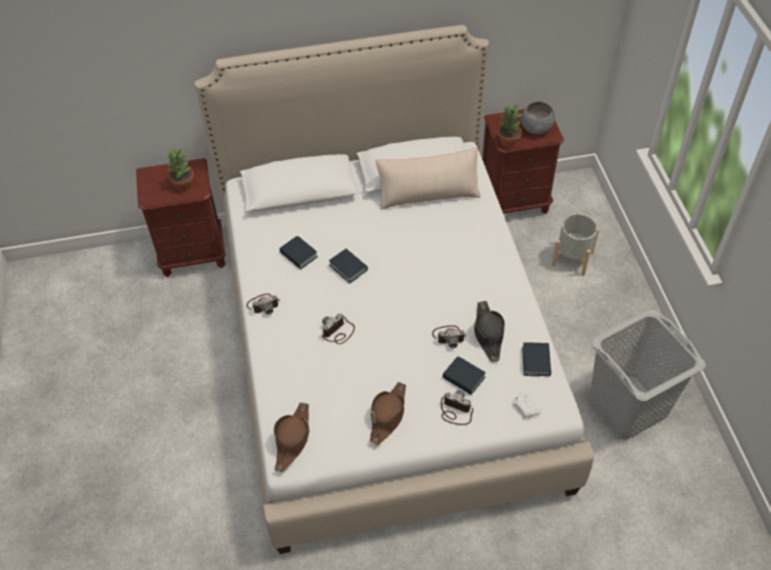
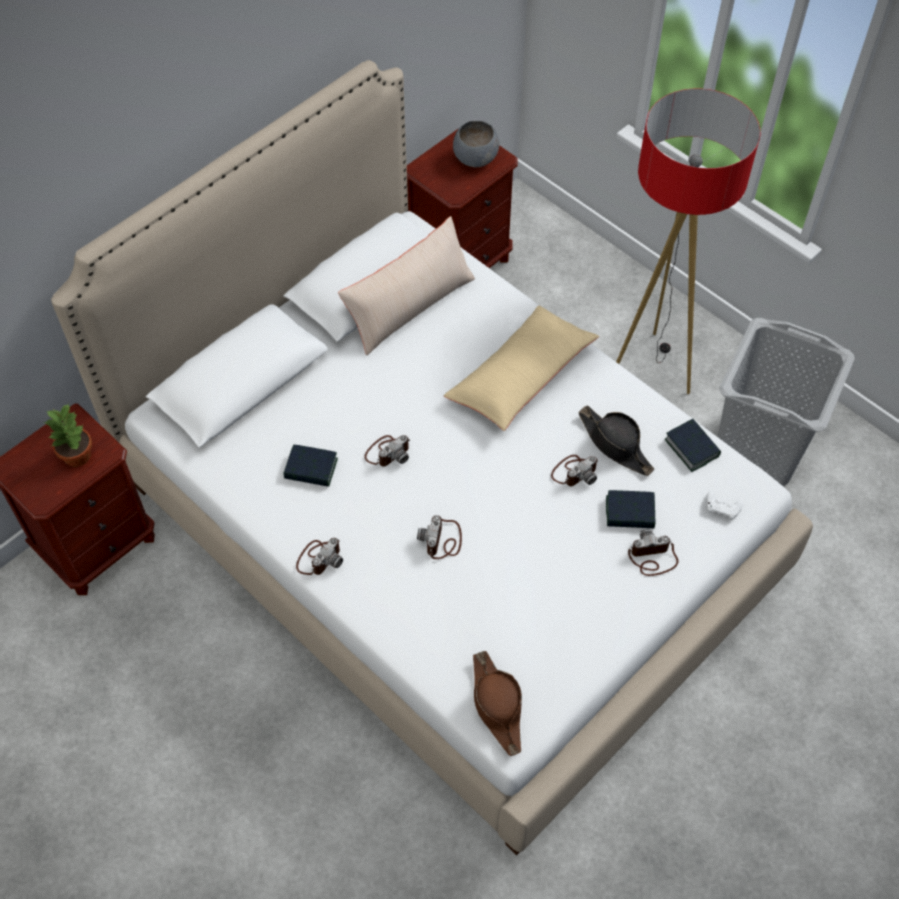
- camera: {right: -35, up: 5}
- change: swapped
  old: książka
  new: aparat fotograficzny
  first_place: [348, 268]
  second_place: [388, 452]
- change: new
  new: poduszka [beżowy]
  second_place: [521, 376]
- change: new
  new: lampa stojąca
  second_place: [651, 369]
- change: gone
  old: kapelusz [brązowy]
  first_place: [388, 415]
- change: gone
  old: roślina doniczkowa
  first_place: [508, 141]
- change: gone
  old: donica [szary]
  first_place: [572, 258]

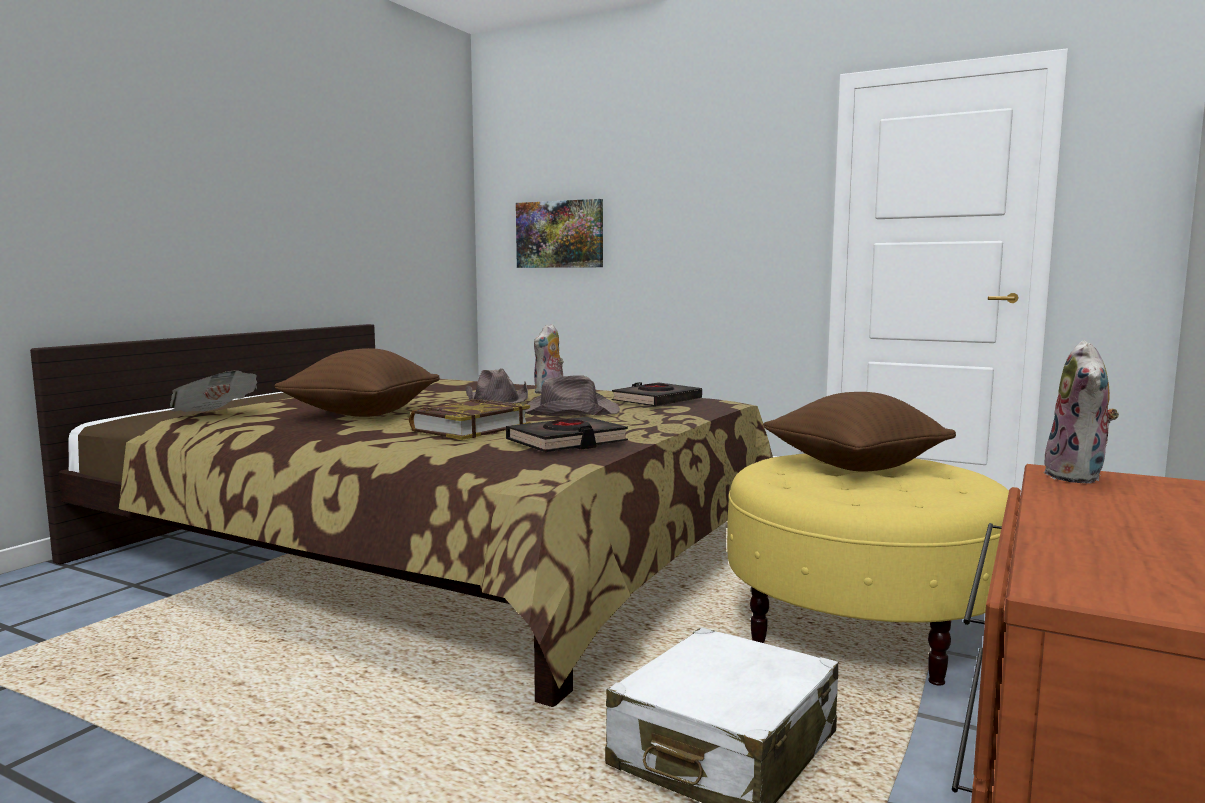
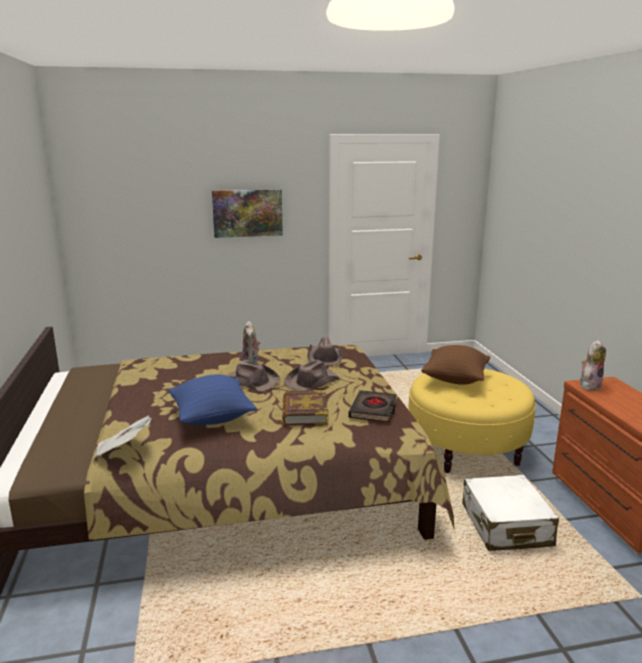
- camera: {right: -40, up: 10}
- change: repainted
  old: poduszka [brązowy]
  new: poduszka [niebieski]
  first_place: [362, 414]
  second_place: [212, 418]
- change: shifted
  old: obraz
  first_place: [560, 234]
  second_place: [247, 213]
- change: swapped
  old: książka [czarny]
  new: kapelusz [brązowy]
  first_place: [656, 401]
  second_place: [324, 357]
- change: rotated
  old: pluszak
  first_place: [1078, 477]
  second_place: [589, 385]
  degrees: -105

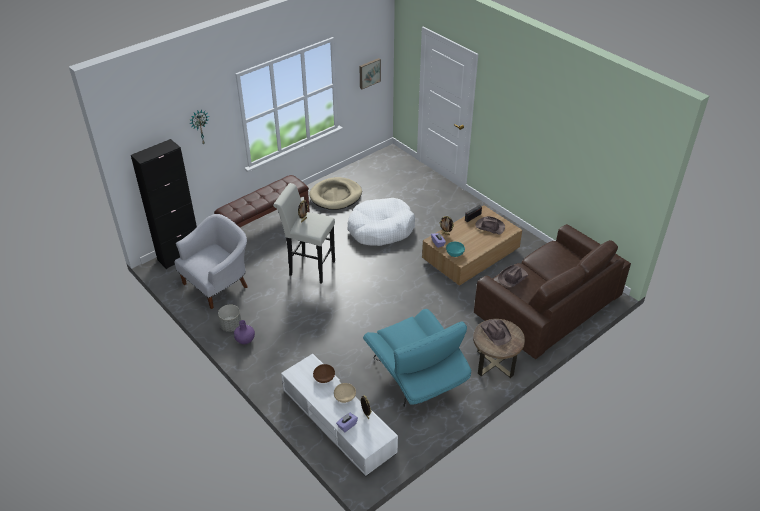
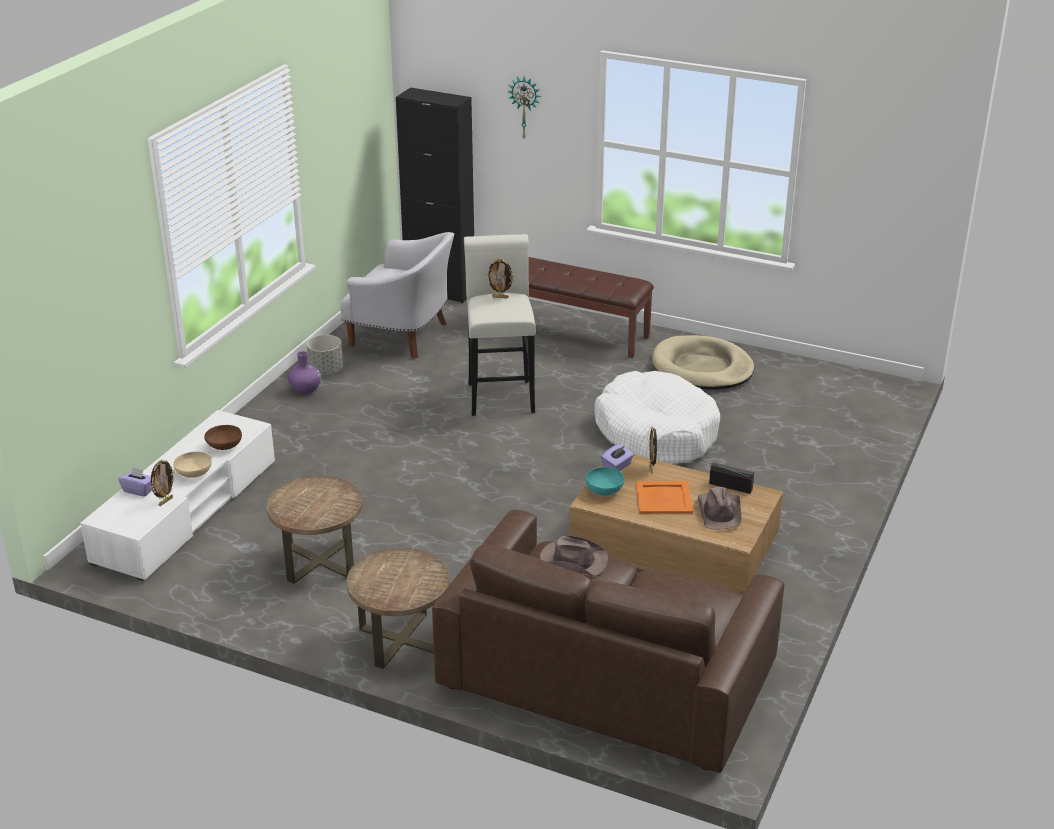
- camera: {right: 65, up: -10}
- change: swapped
  old: fotel [turkusowy]
  new: stolik [brązowy]
  first_place: [417, 376]
  second_place: [319, 561]
- change: new
  new: taca [pomarańczowy]
  second_place: [664, 497]
- change: gone
  old: obraz
  first_place: [369, 73]
- change: gone
  old: kapelusz [brązowy]
  first_place: [495, 332]

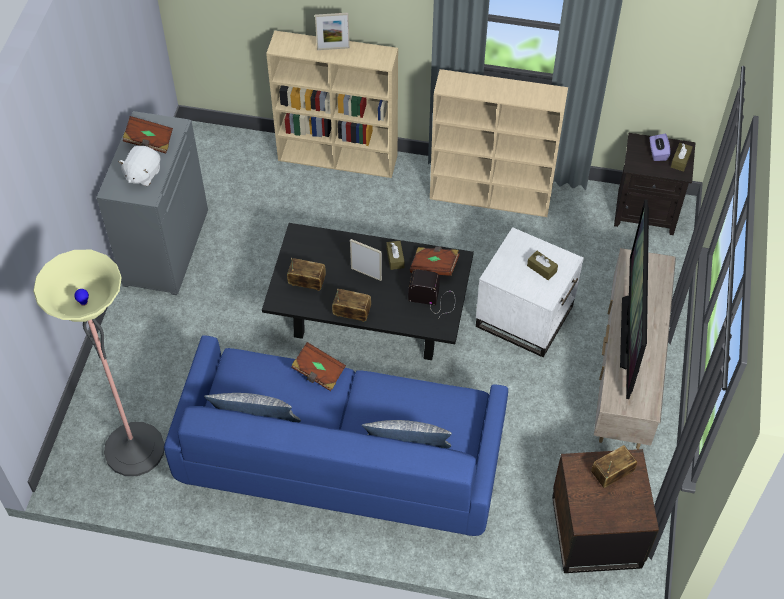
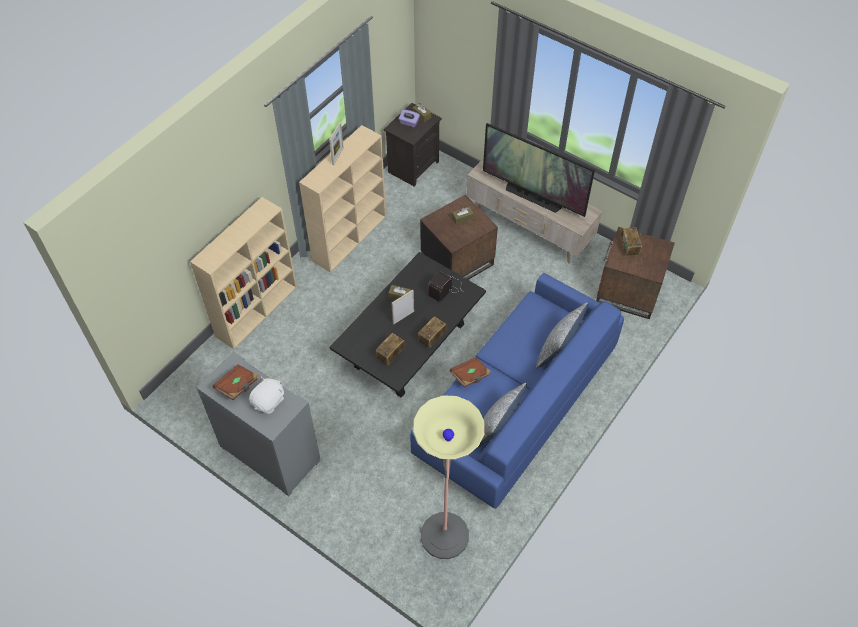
- camera: {right: -65, up: 0}
- change: rotated
  old: pluszak [biały]
  first_place: [142, 174]
  second_place: [269, 401]
  degrees: -105
- change: shifted
  old: ramka na zdjęcie
  first_place: [333, 48]
  second_place: [337, 156]
- change: repainted
  old: stolik [biały]
  new: stolik [brązowy]
  first_place: [525, 315]
  second_place: [457, 260]
- change: gone
  old: książka [brązowy]
  first_place: [434, 266]

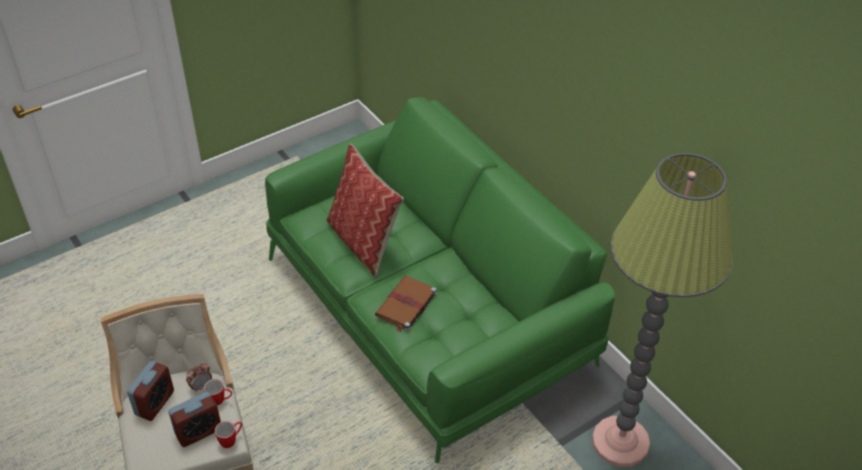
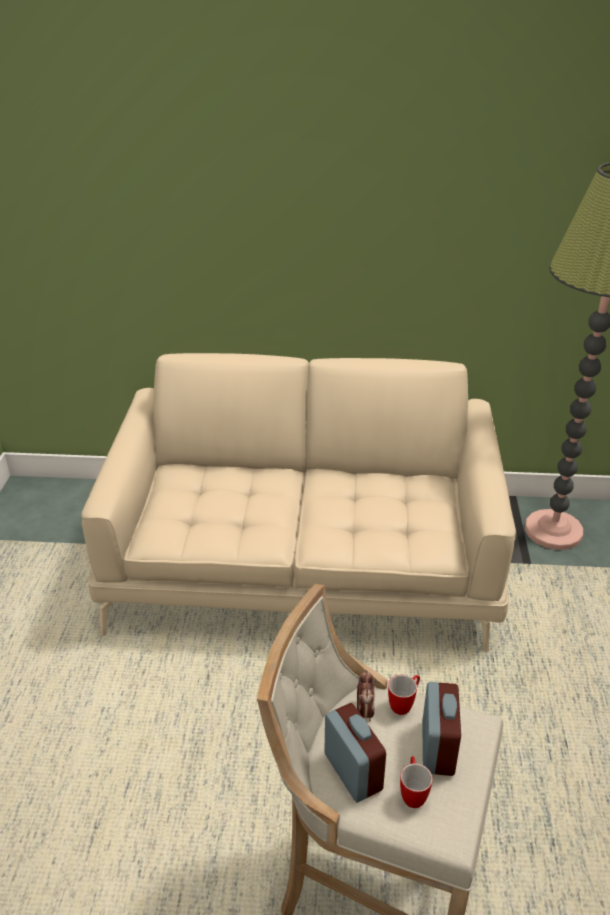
- camera: {right: -50, up: -10}
- change: repainted
  old: kanapa [zielony]
  new: kanapa [beżowy]
  first_place: [429, 312]
  second_place: [305, 561]
- change: shifted
  old: kubek
  first_place: [231, 440]
  second_place: [412, 793]
- change: gone
  old: poduszka
  first_place: [364, 242]
- change: gone
  old: książka [brązowy]
  first_place: [405, 305]

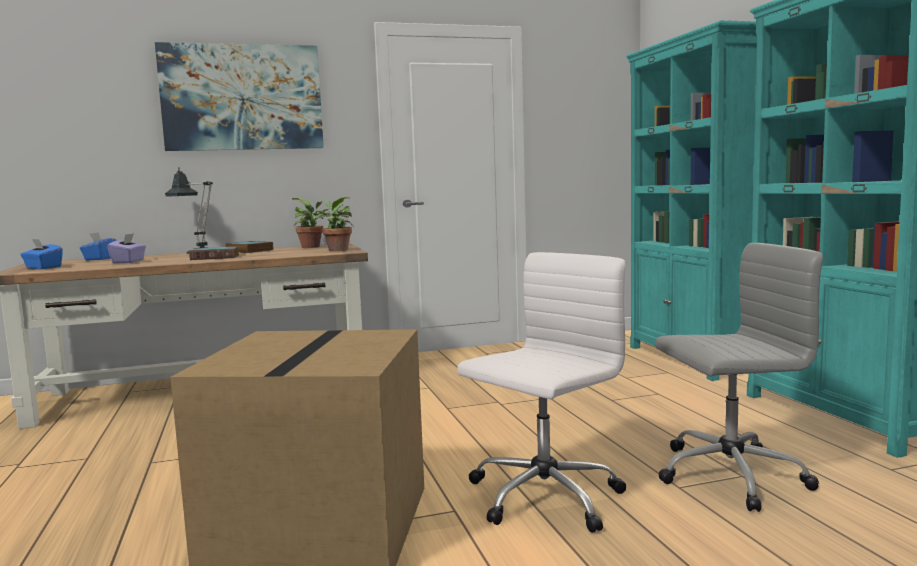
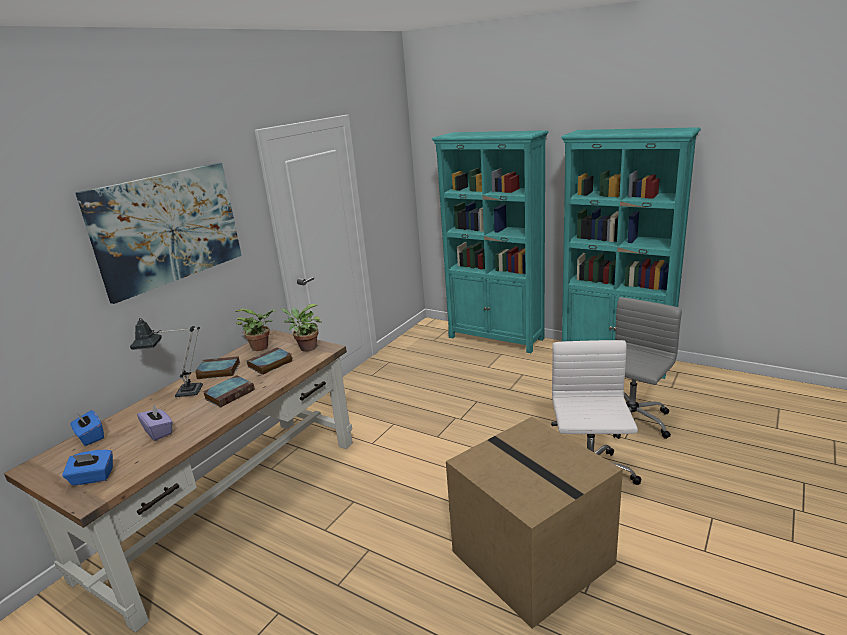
- camera: {right: -40, up: 15}
- change: new
  new: książka
  second_place: [270, 364]

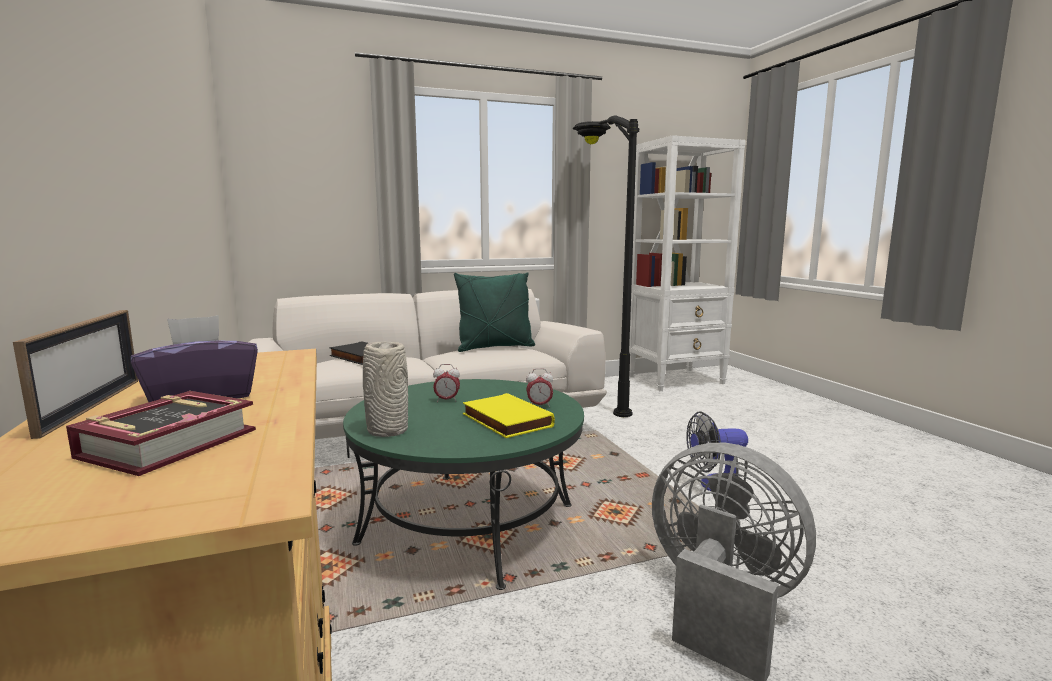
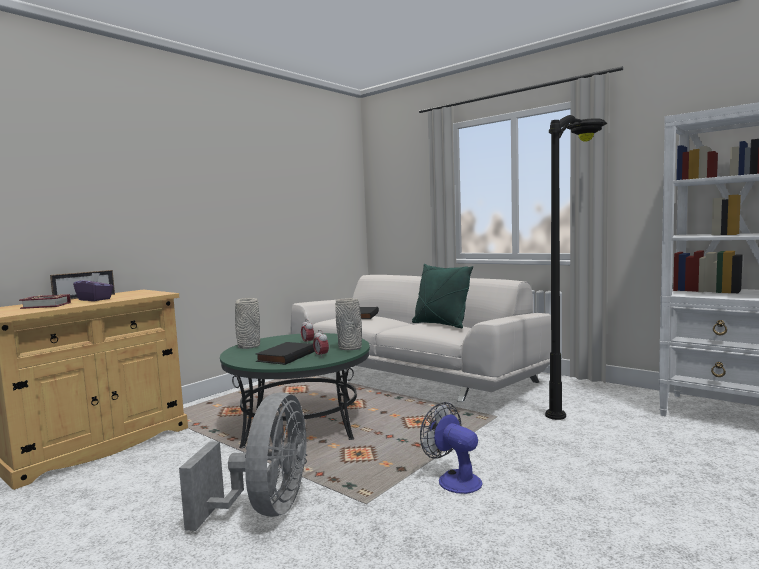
- camera: {right: 60, up: -5}
- change: repainted
  old: książka [żółty]
  new: książka [czarny]
  first_place: [504, 420]
  second_place: [285, 356]
- change: new
  new: wazon [szary]
  second_place: [351, 348]

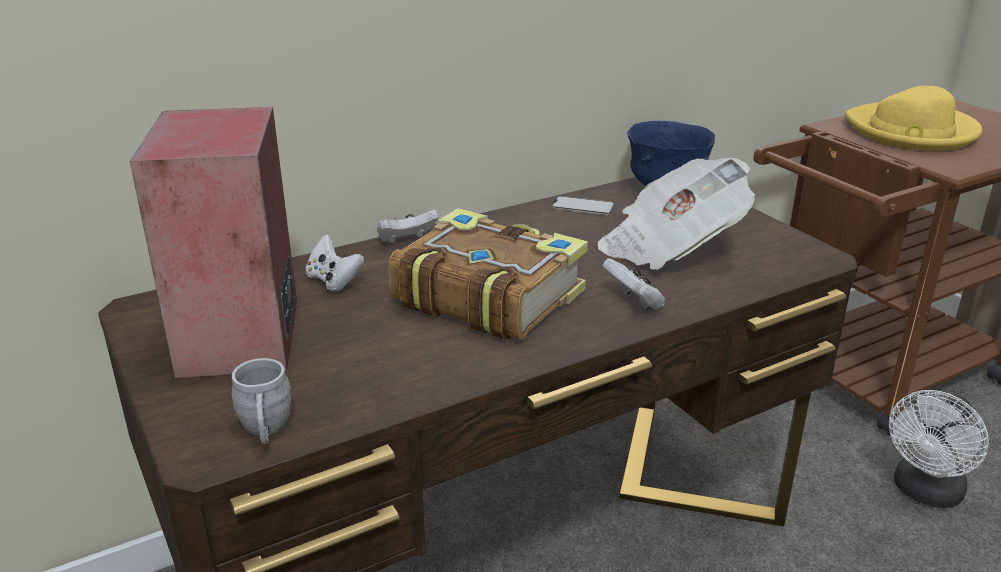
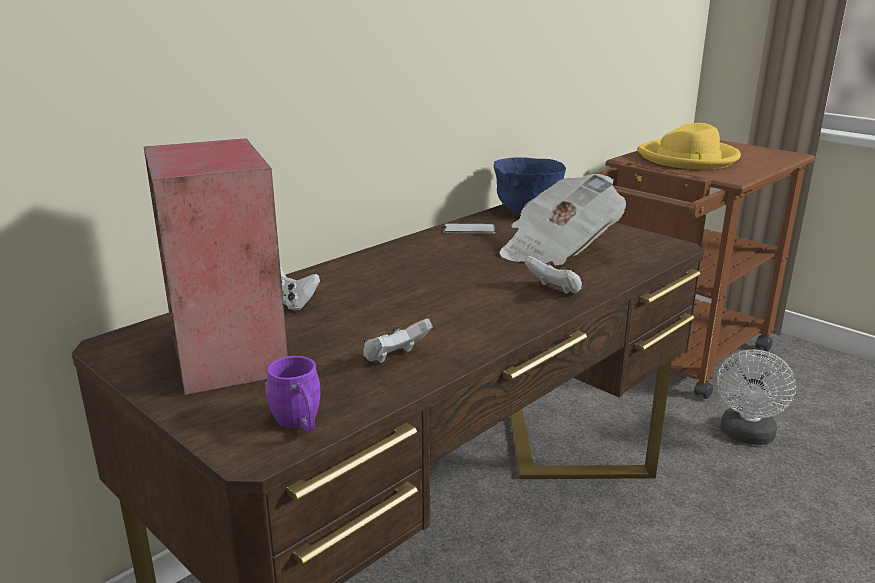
- camera: {right: -15, up: -5}
- change: repainted
  old: kubek [szary]
  new: kubek [fioletowy]
  first_place: [266, 431]
  second_place: [299, 423]
- change: shifted
  old: pad do gier [biały]
  first_place: [406, 241]
  second_place: [395, 358]
- change: gone
  old: książka
  first_place: [487, 296]

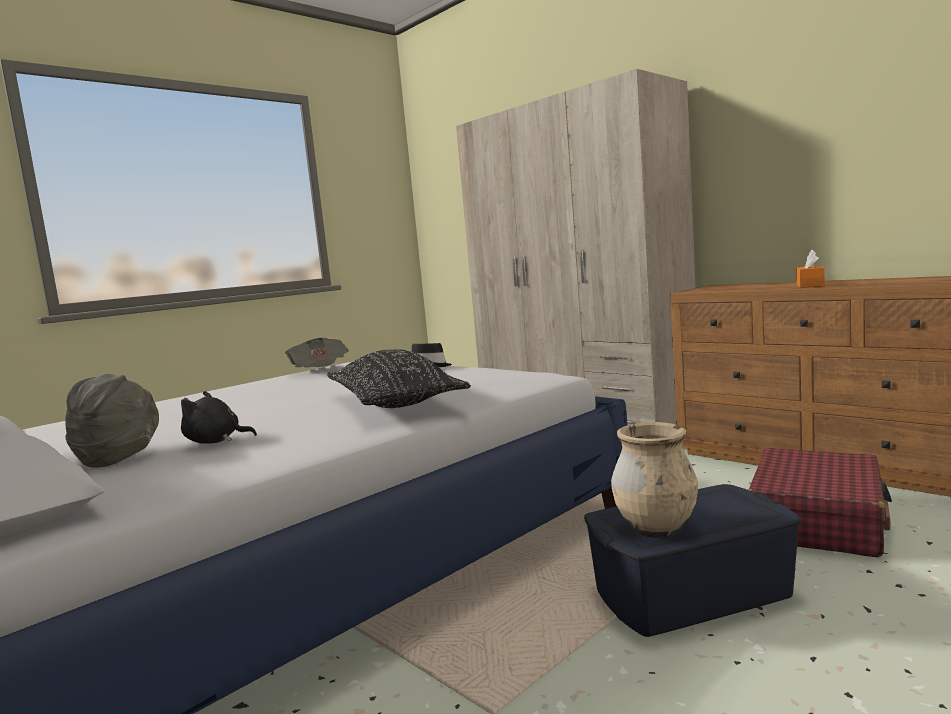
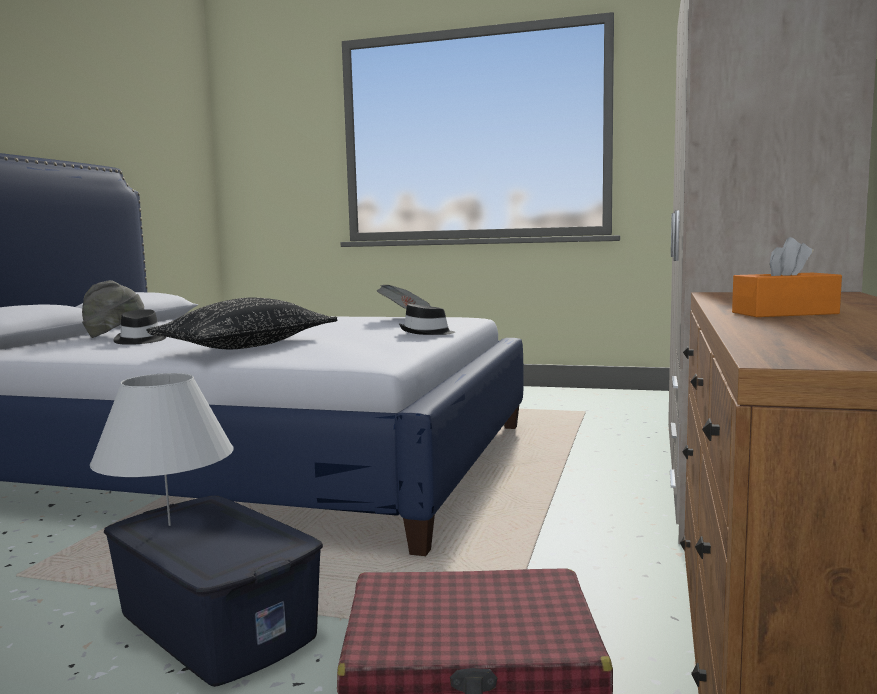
- camera: {right: 60, up: 0}
- change: swapped
  old: wazon [beżowy]
  new: lampa stołowa [biały]
  first_place: [656, 529]
  second_place: [170, 525]
- change: swapped
  old: pluszak [czarny]
  new: kapelusz [czarny]
  first_place: [216, 441]
  second_place: [139, 340]

